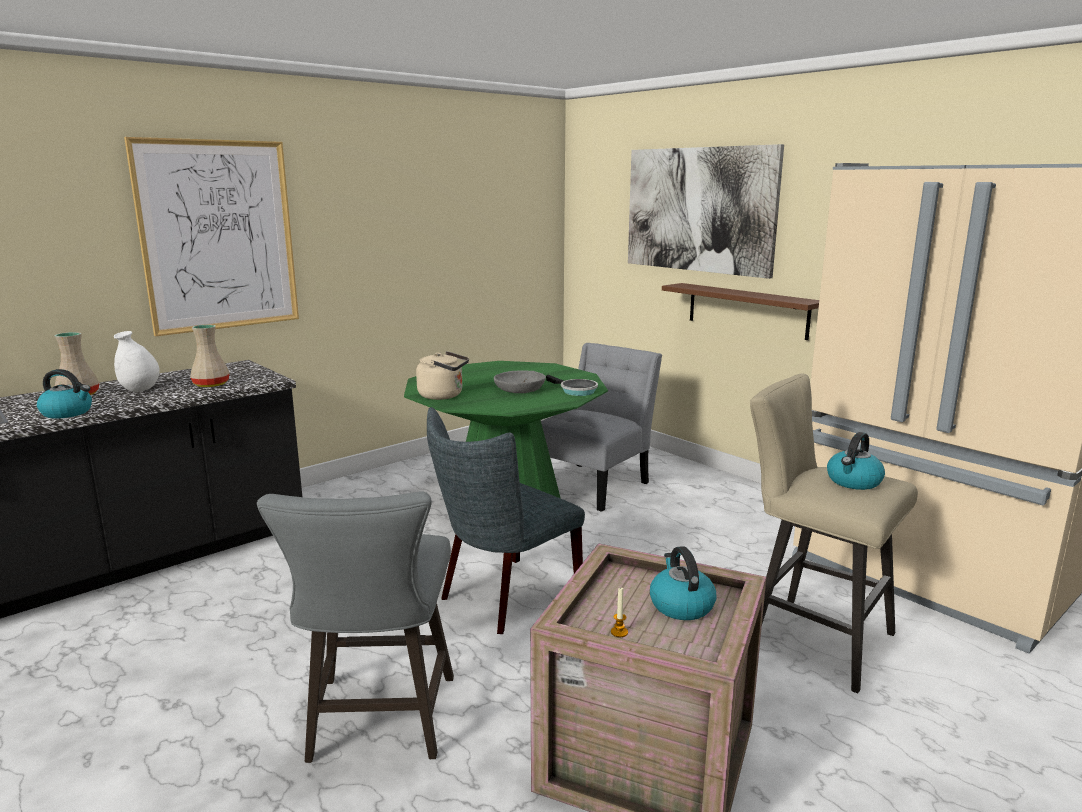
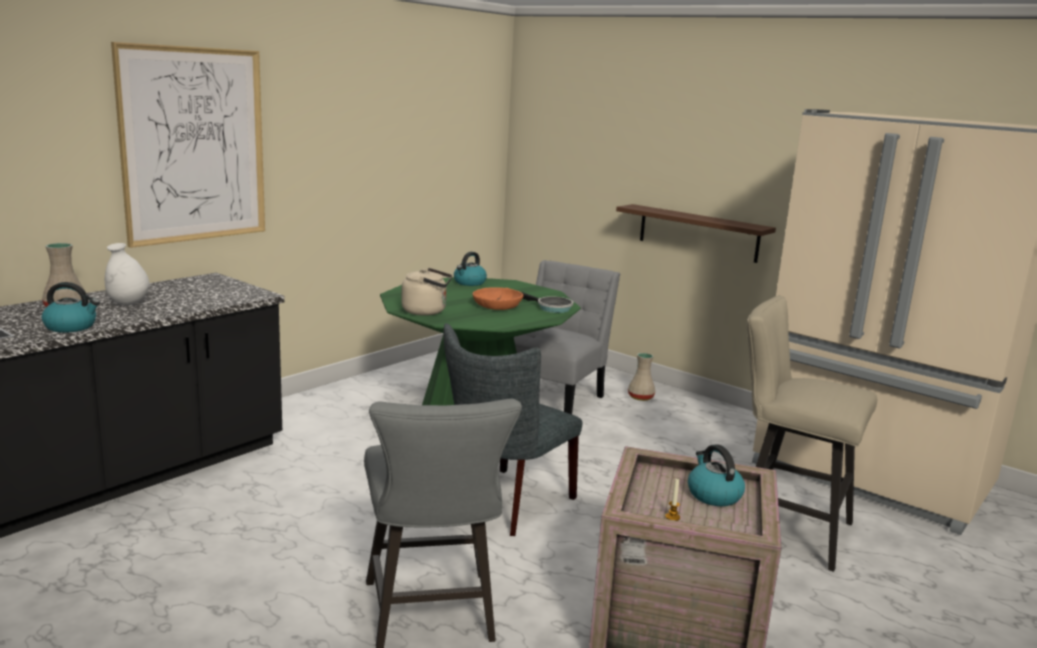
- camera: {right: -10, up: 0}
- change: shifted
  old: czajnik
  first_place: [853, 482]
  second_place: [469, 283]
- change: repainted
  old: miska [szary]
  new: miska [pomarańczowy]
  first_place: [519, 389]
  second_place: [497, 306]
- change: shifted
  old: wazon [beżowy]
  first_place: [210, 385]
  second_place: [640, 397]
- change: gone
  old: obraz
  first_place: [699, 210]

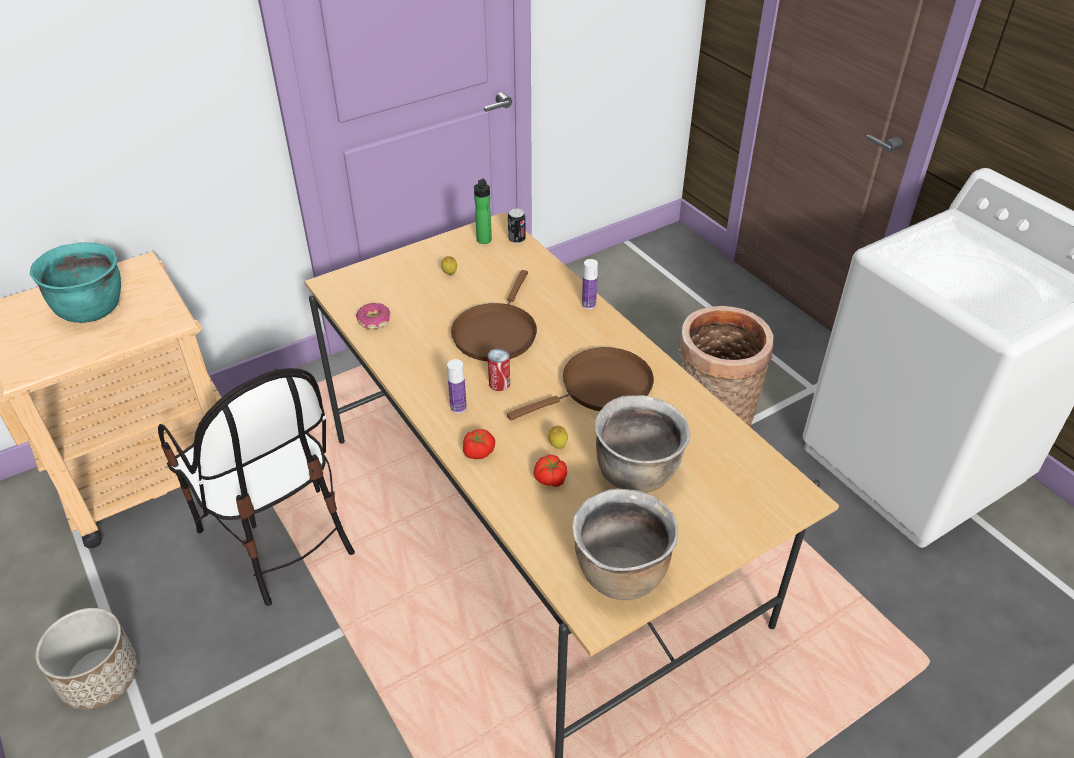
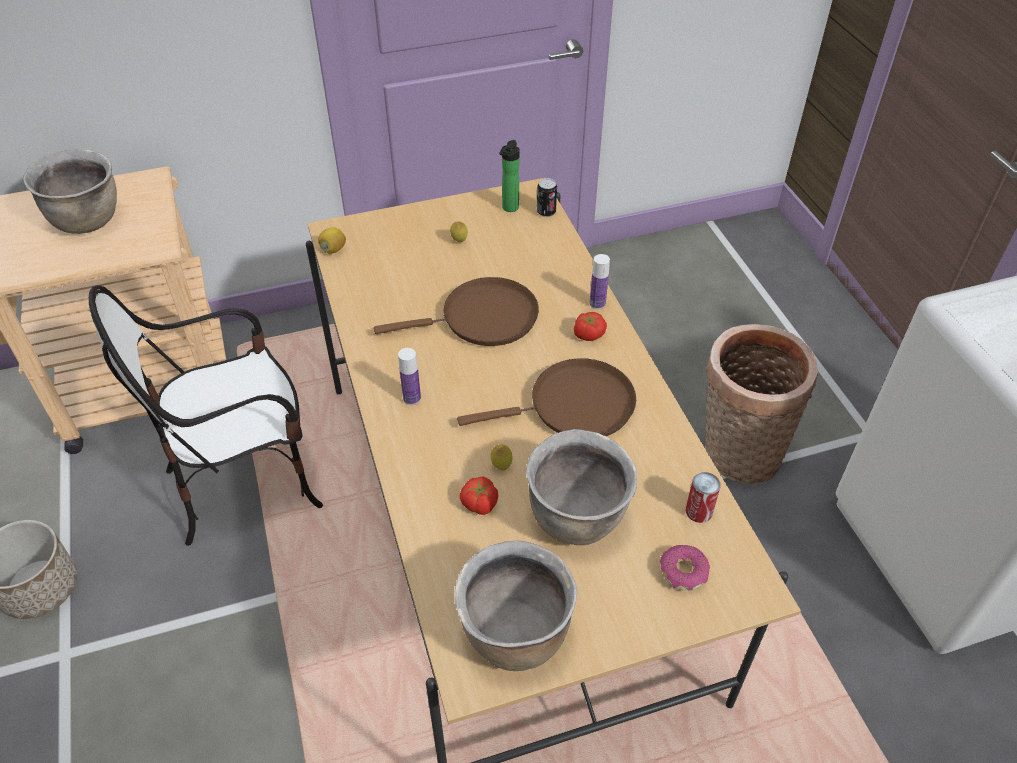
- camera: {right: 15, up: 5}
- change: repainted
  old: garnek [turkusowy]
  new: garnek [brązowy]
  first_place: [92, 310]
  second_place: [88, 220]
- change: rotated
  old: krzesło
  first_place: [277, 537]
  second_place: [245, 482]
  degrees: 90
- change: new
  new: cytryna
  second_place: [333, 249]
- change: rotated
  old: patelnia [brązowy]
  first_place: [496, 333]
  second_place: [483, 318]
  degrees: -135
- change: shifted
  old: pomidor
  first_place: [478, 451]
  second_place: [588, 334]
- change: shifted
  old: donut
  first_place: [374, 321]
  second_place: [683, 572]
- change: shifted
  old: puszka
  first_place: [499, 383]
  second_place: [699, 511]

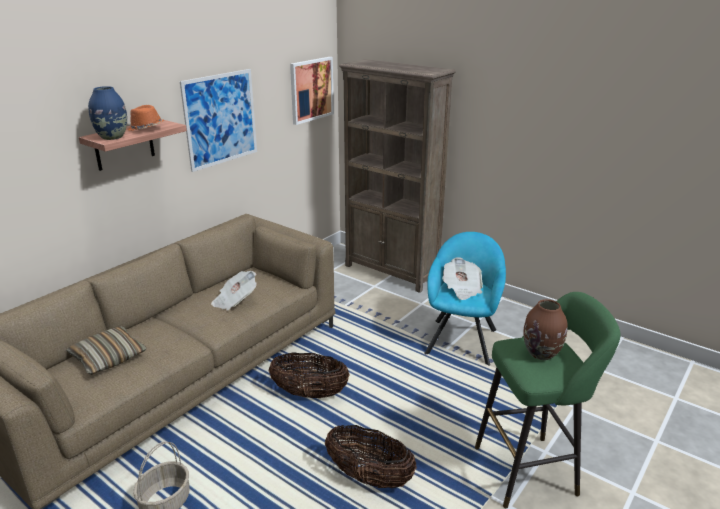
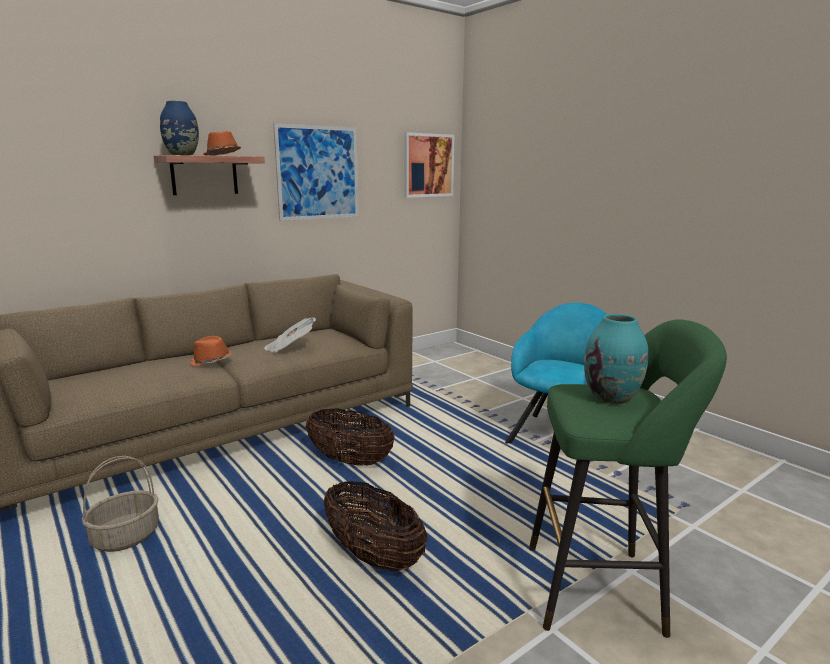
- camera: {right: 15, up: -10}
- change: new
  new: kapelusz [pomarańczowy]
  second_place: [211, 362]
- change: repainted
  old: wazon [brązowy]
  new: wazon [turkusowy]
  first_place: [541, 353]
  second_place: [612, 397]
- change: gone
  old: poduszka
  first_place: [108, 357]
- change: gone
  old: regał [brązowy]
  first_place: [391, 272]
- change: gone
  old: gazeta
  first_place: [462, 289]

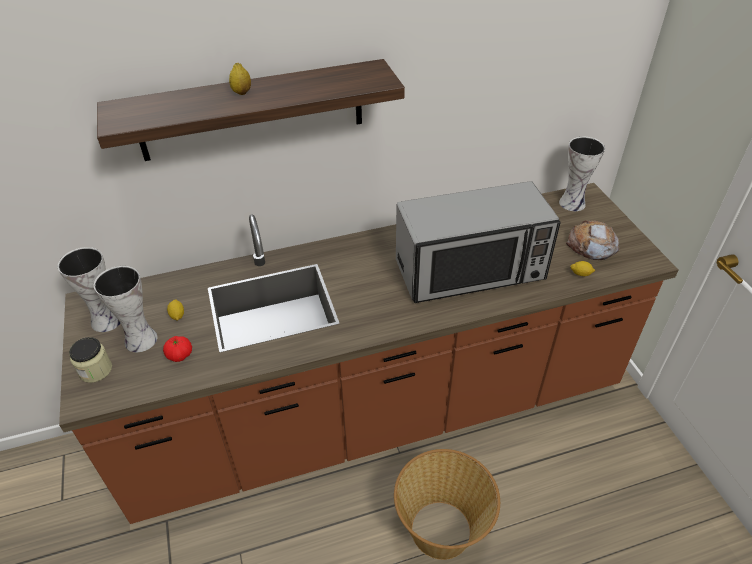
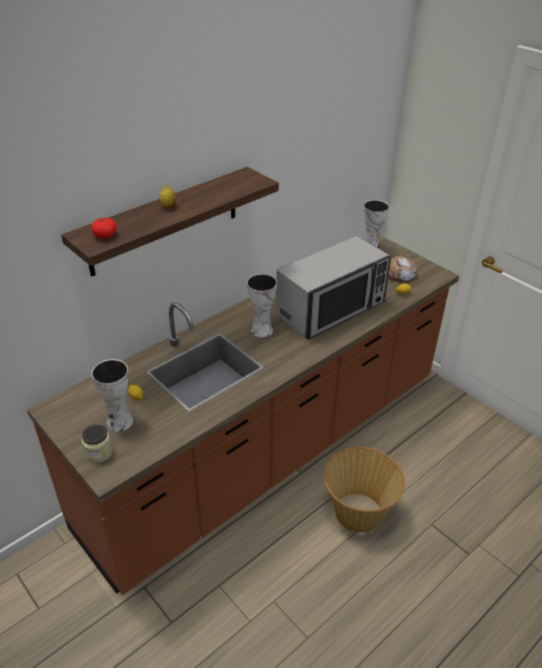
- camera: {right: -25, up: -5}
- change: shifted
  old: pomidor
  first_place: [180, 355]
  second_place: [105, 235]
- change: shifted
  old: wazon
  first_place: [106, 319]
  second_place: [261, 329]

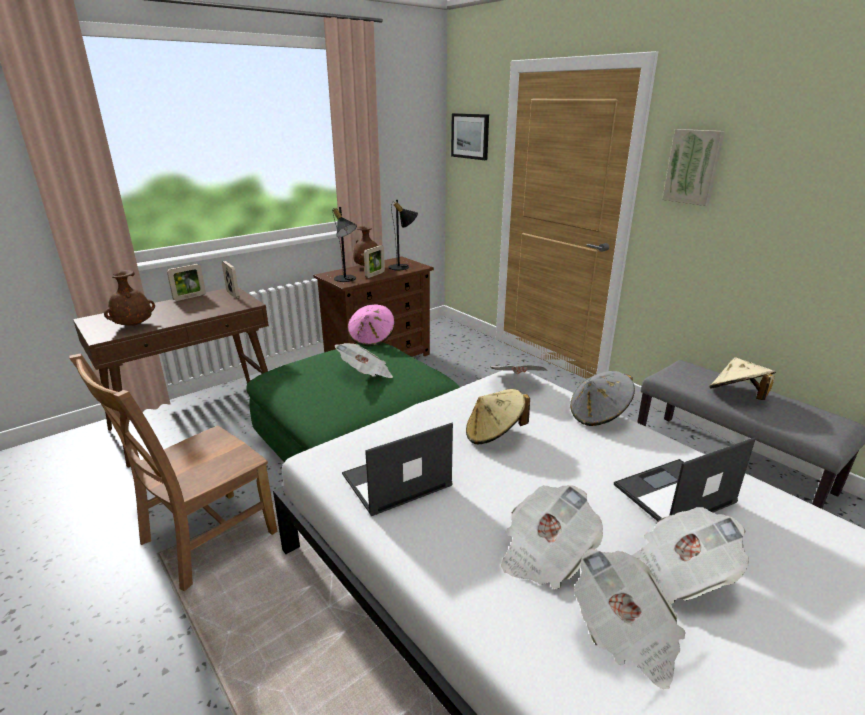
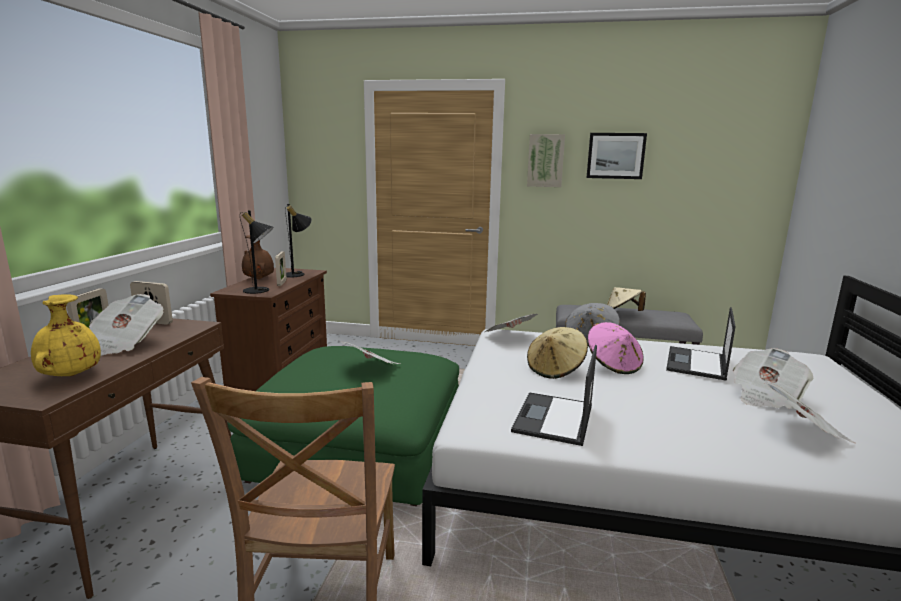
- camera: {right: -40, up: -10}
- change: repainted
  old: wazon [brązowy]
  new: wazon [żółty]
  first_place: [133, 325]
  second_place: [70, 375]
- change: shifted
  old: gazeta
  first_place: [545, 554]
  second_place: [123, 344]
- change: shifted
  old: obraz
  first_place: [470, 136]
  second_place: [615, 156]
- change: shifted
  old: kapelusz [różowy]
  first_place: [372, 338]
  second_place: [613, 365]

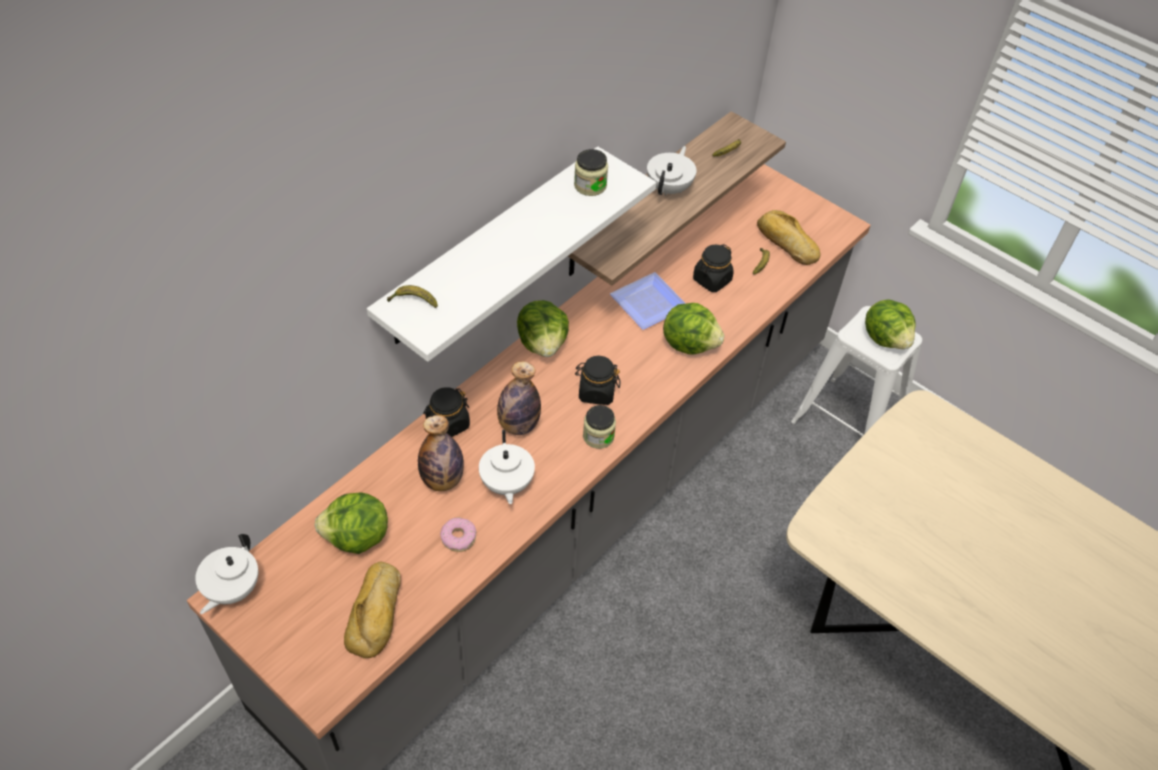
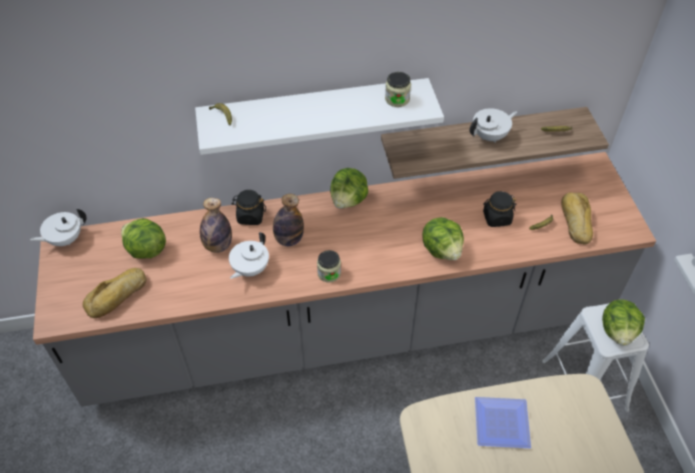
- camera: {right: 40, up: 0}
- change: shifted
  old: talerz
  first_place: [649, 301]
  second_place: [503, 422]
- change: gone
  old: donut
  first_place: [458, 538]
- change: gone
  old: słoik [czarny]
  first_place: [596, 392]

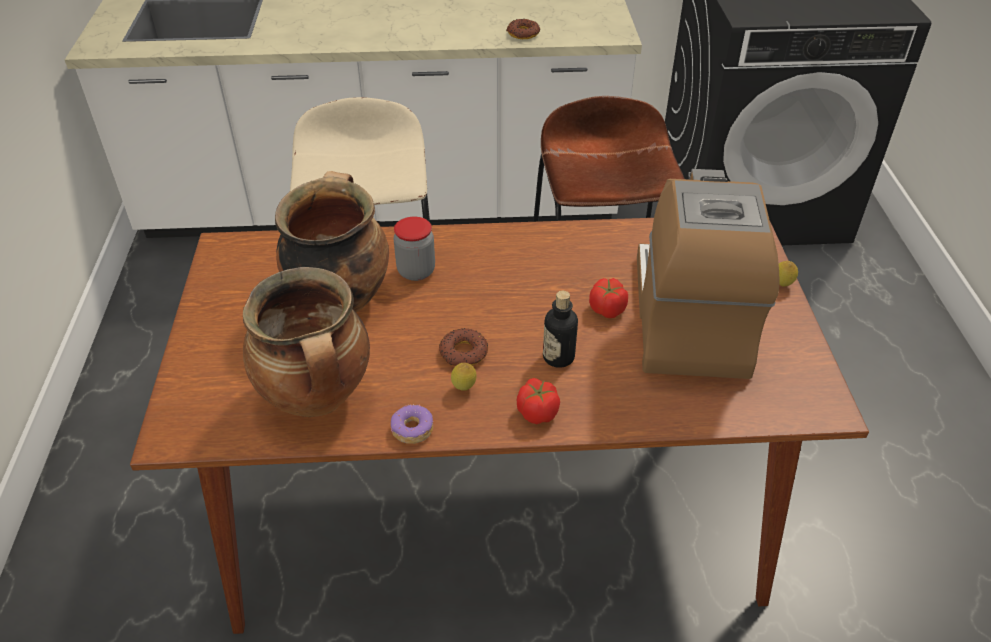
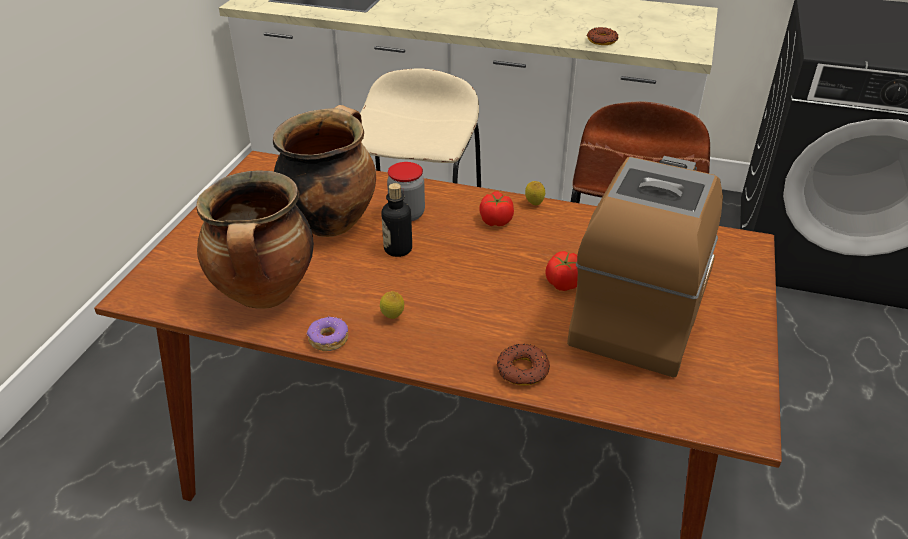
- camera: {right: 20, up: -5}
- change: shifted
  old: butelka
  first_place: [558, 357]
  second_place: [398, 249]
- change: shifted
  old: pomidor
  first_place: [537, 412]
  second_place: [496, 220]
- change: shifted
  old: donut
  first_place: [463, 353]
  second_place: [522, 370]
- change: shifted
  old: cytryna
  first_place: [782, 285]
  second_place: [534, 204]

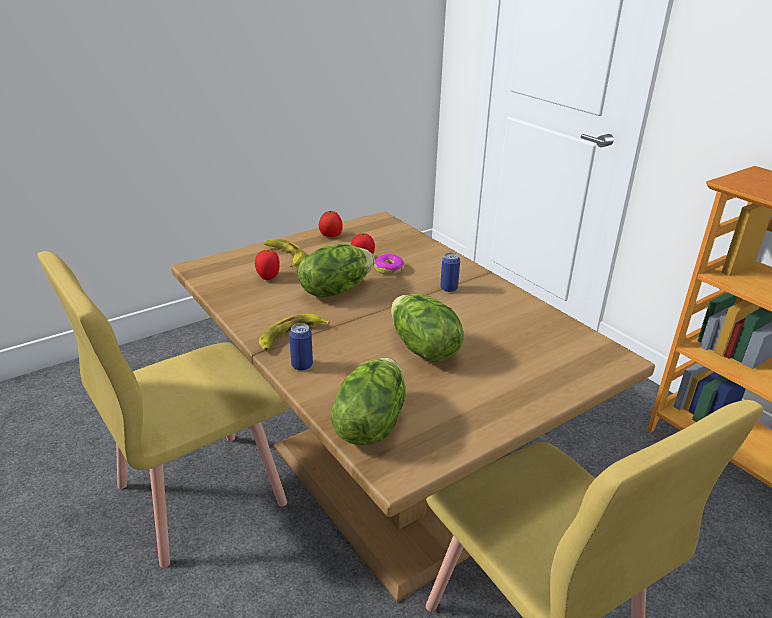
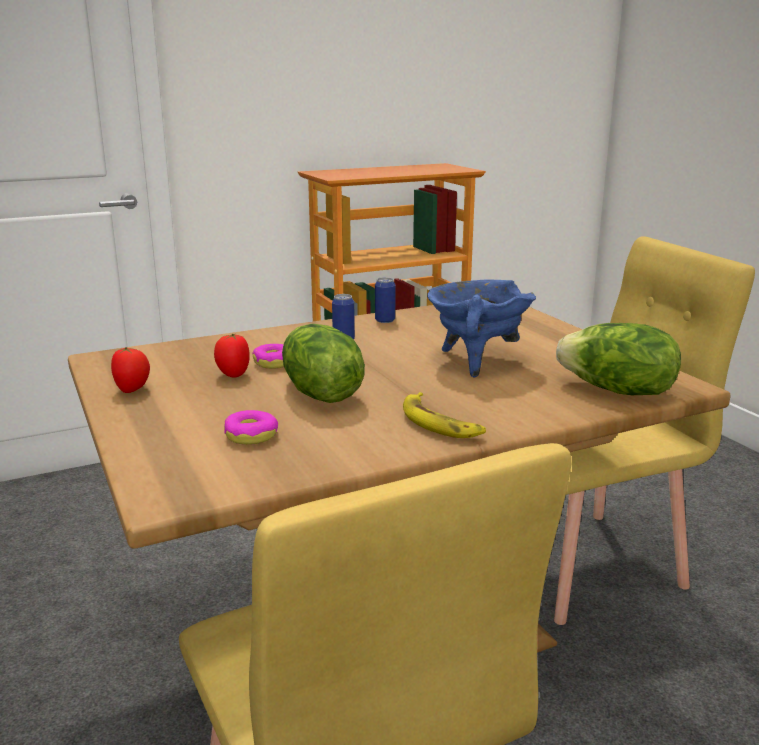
- camera: {right: -80, up: -10}
- change: swapped
  old: pomidor
  new: donut
  first_place: [268, 277]
  second_place: [251, 435]
- change: shifted
  old: puszka
  first_place: [302, 365]
  second_place: [385, 320]
- change: swapped
  old: sałata
  new: garnek [niebieski]
  first_place: [422, 349]
  second_place: [476, 361]
- change: gone
  old: banan
  first_place: [285, 256]

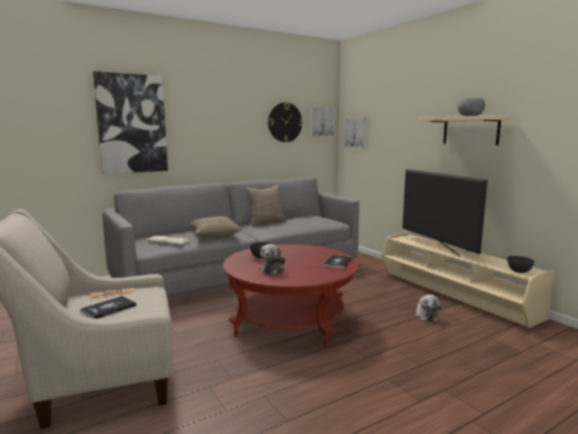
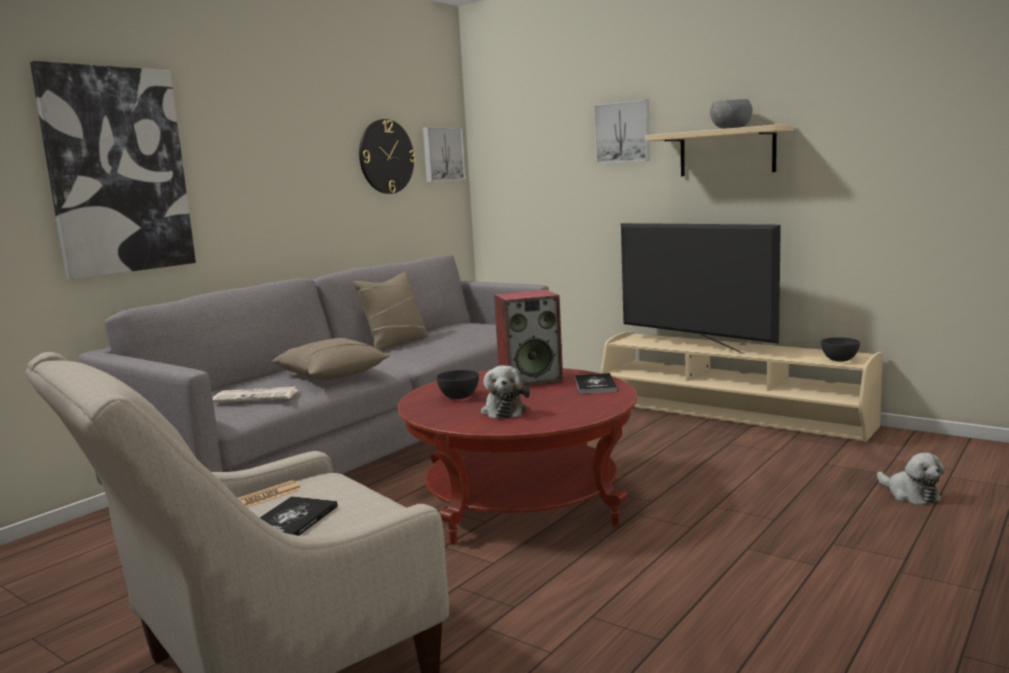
- camera: {right: -20, up: 0}
- change: new
  new: głośnik
  second_place: [531, 380]
- change: shifted
  old: obraz
  first_place: [356, 133]
  second_place: [623, 132]
- change: shifted
  old: pluszak
  first_place: [425, 315]
  second_place: [910, 494]

